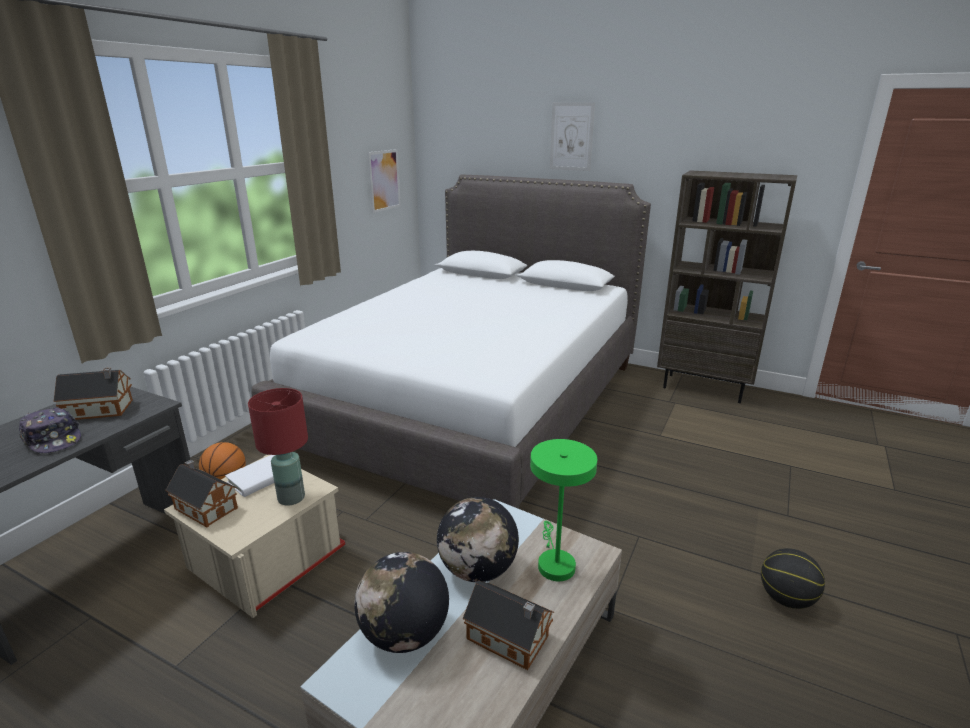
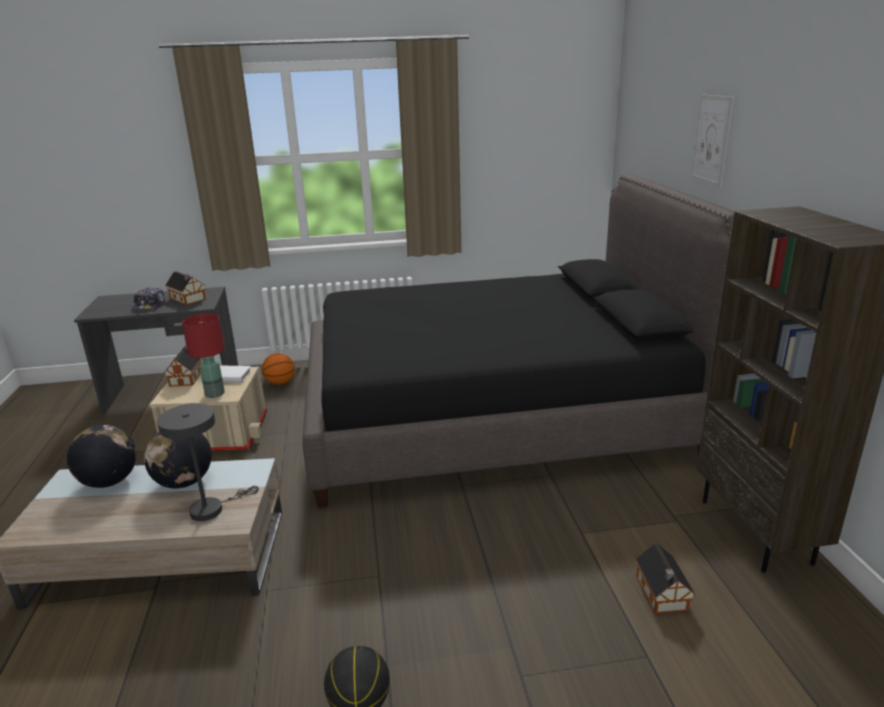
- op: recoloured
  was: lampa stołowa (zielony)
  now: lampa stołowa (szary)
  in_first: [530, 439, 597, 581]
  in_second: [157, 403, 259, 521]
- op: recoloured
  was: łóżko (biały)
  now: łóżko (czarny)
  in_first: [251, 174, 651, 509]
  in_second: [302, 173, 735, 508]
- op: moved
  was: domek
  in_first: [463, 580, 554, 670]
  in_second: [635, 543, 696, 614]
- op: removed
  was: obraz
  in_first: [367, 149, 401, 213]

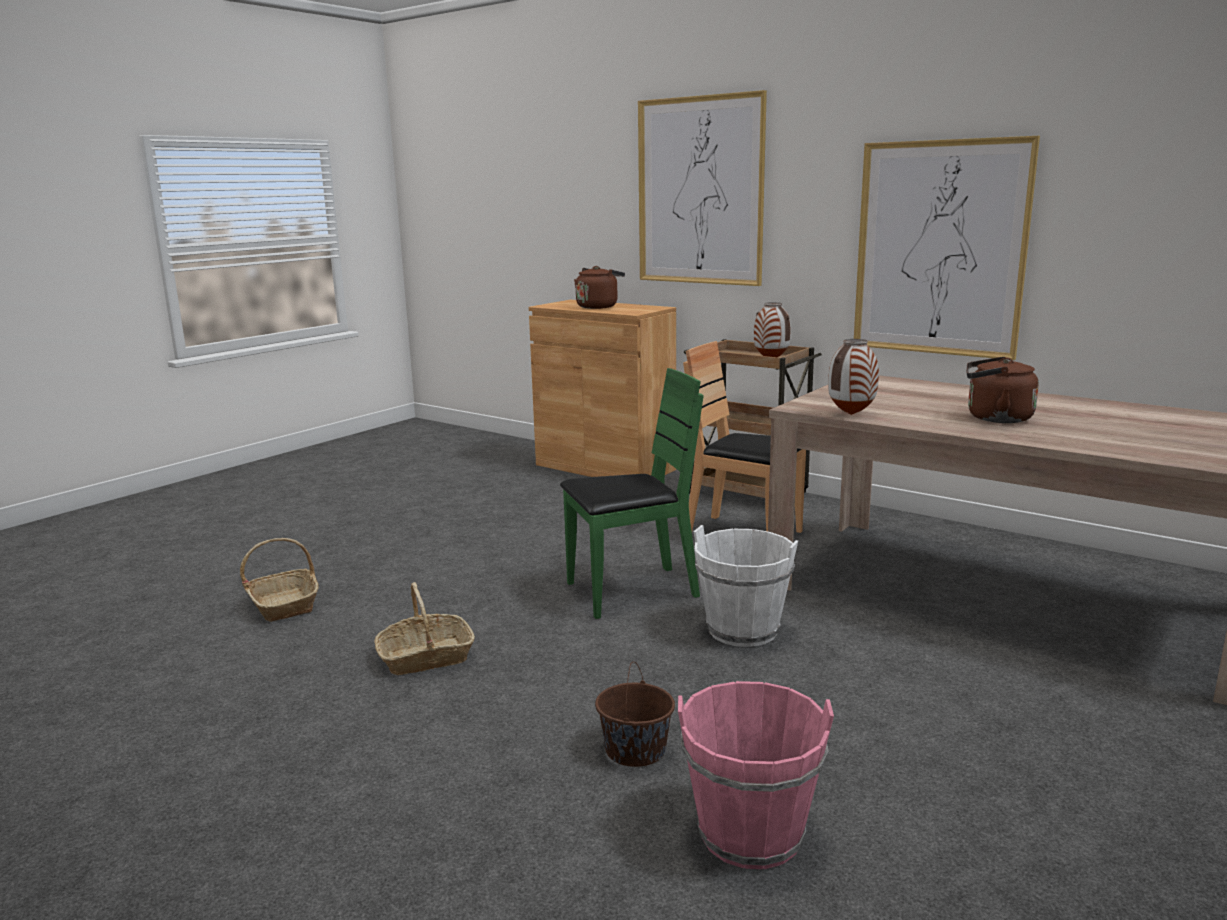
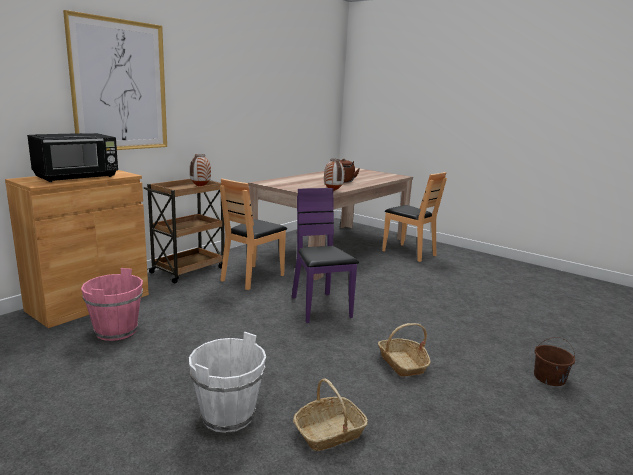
- op: replaced
  was: czajnik (brązowy)
  now: mikrofalówka (czarny)
  in_first: [574, 266, 625, 309]
  in_second: [27, 133, 118, 182]
- op: moved
  was: wiadro (różowy)
  in_first: [678, 681, 834, 869]
  in_second: [81, 268, 143, 341]
- op: moved
  was: wiadro (biały)
  in_first: [694, 525, 798, 647]
  in_second: [189, 332, 266, 433]
- op: recoloured
  was: krzesło (zielony)
  now: krzesło (fioletowy)
  in_first: [560, 368, 704, 619]
  in_second: [292, 188, 359, 323]
- op: added
  now: krzesło (brązowy)
  in_second: [382, 172, 447, 262]
- op: moved
  was: wiadro (brązowy)
  in_first: [595, 662, 675, 767]
  in_second: [534, 337, 575, 386]
- op: removed
  was: obraz
  in_first: [854, 136, 1040, 360]

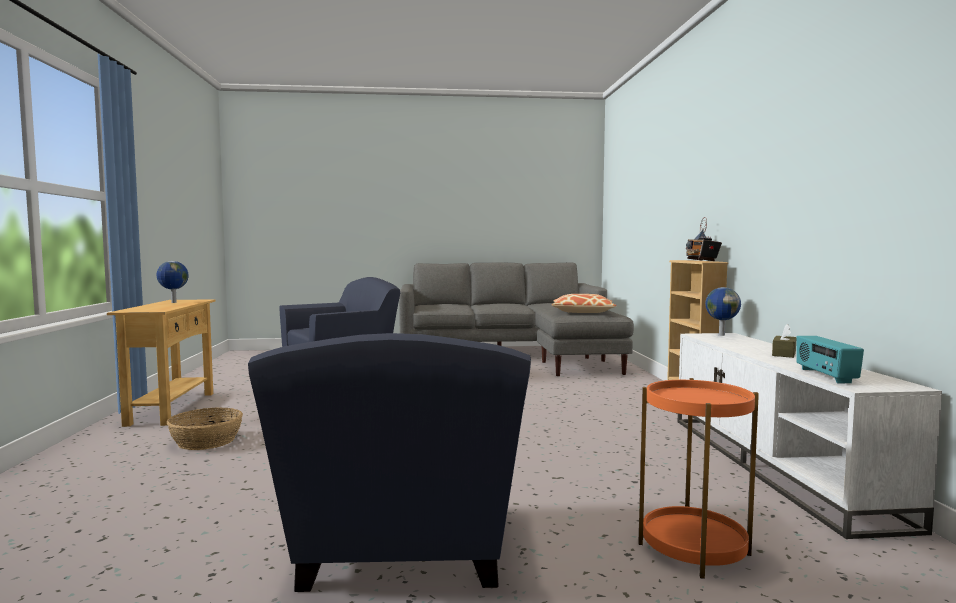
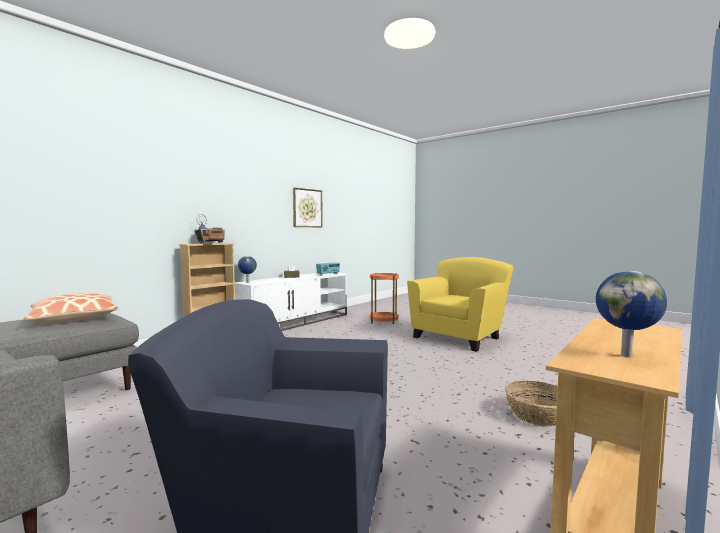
- op: added
  now: obraz
  in_second: [293, 188, 323, 227]
- op: recoloured
  was: fotel (niebieski)
  now: fotel (żółty)
  in_first: [248, 333, 531, 592]
  in_second: [407, 257, 514, 352]

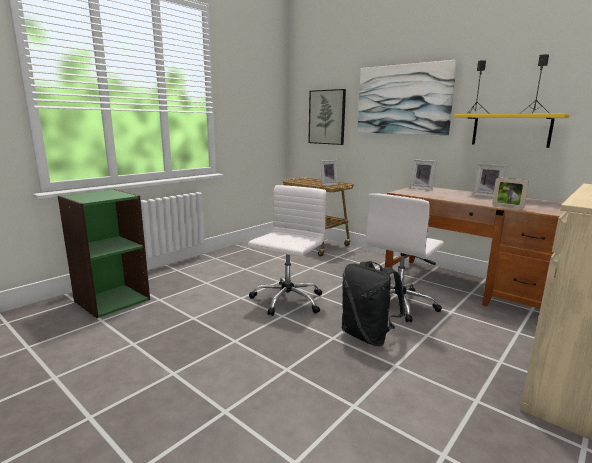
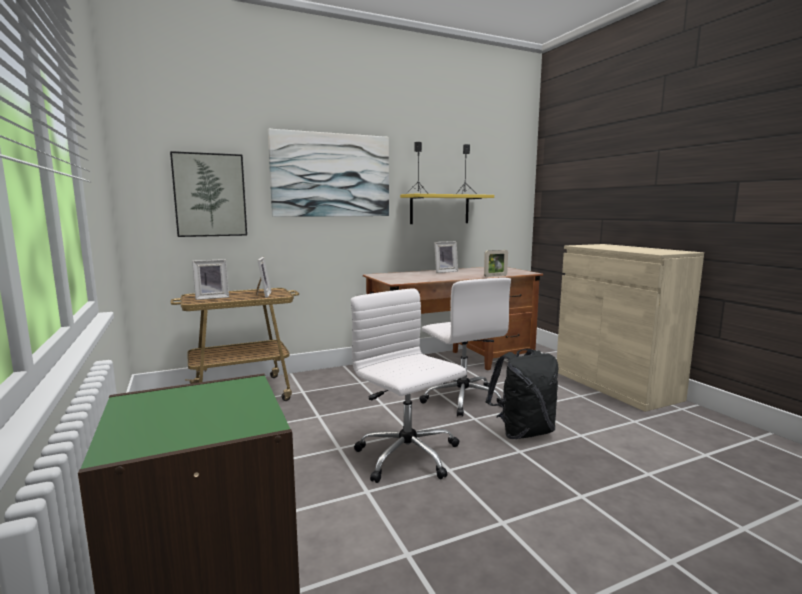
- op: moved
  was: ramka na zdjęcie
  in_first: [409, 159, 437, 191]
  in_second: [192, 259, 229, 300]

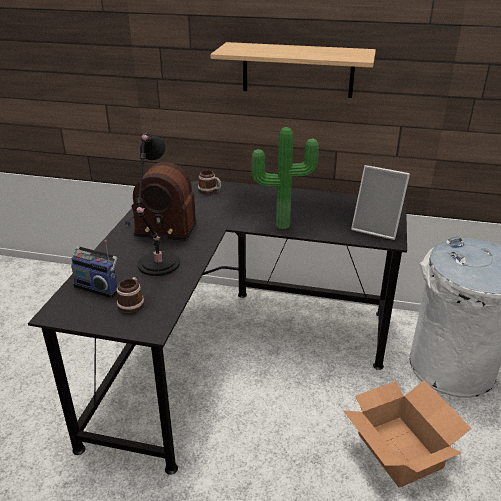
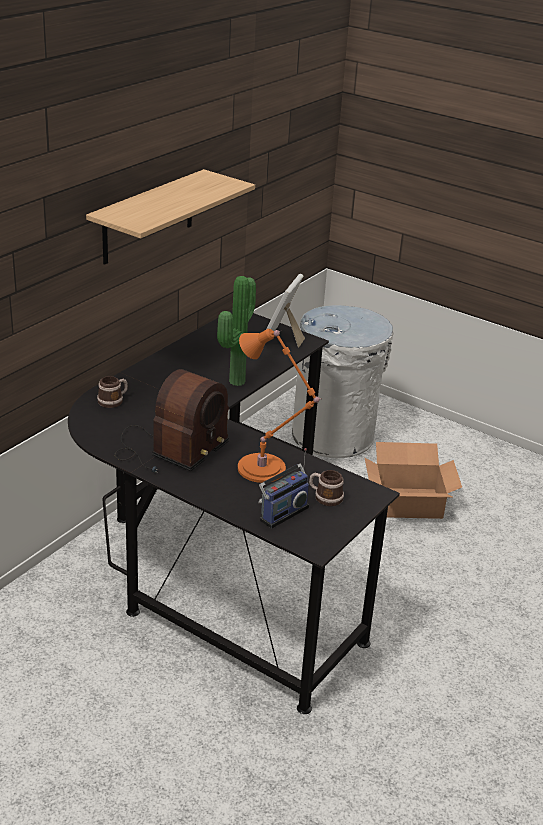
- op: recoloured
  was: lampa stołowa (czarny)
  now: lampa stołowa (pomarańczowy)
  in_first: [136, 133, 180, 276]
  in_second: [238, 329, 321, 483]
- op: turned
  was: ramka na zdjęcie
  in_first: [351, 165, 410, 240]
  in_second: [266, 274, 305, 347]
  clockwise: 150

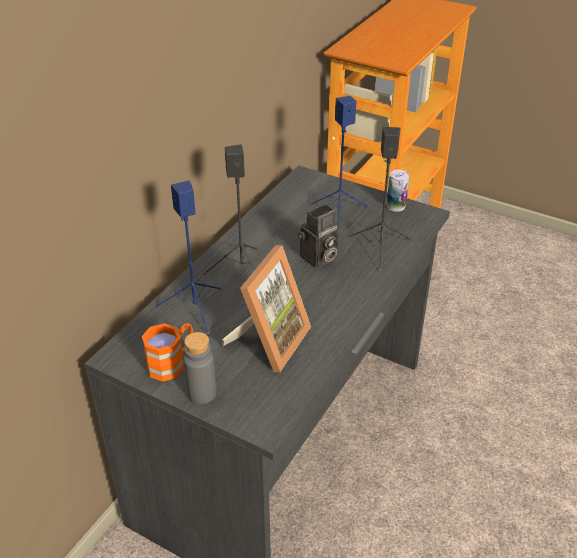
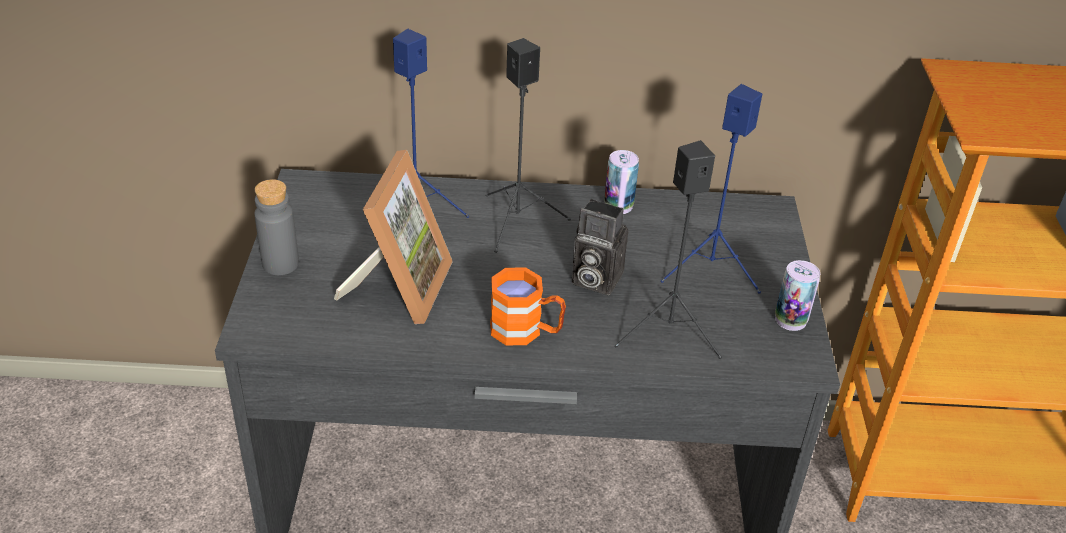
- op: turned
  was: ramka na zdjęcie
  in_first: [221, 245, 311, 372]
  in_second: [334, 150, 453, 324]
  clockwise: -75
- op: moved
  was: kubek (pomarańczowy)
  in_first: [142, 323, 193, 382]
  in_second: [490, 268, 566, 345]
- op: added
  now: puszka
  in_second: [604, 150, 639, 214]

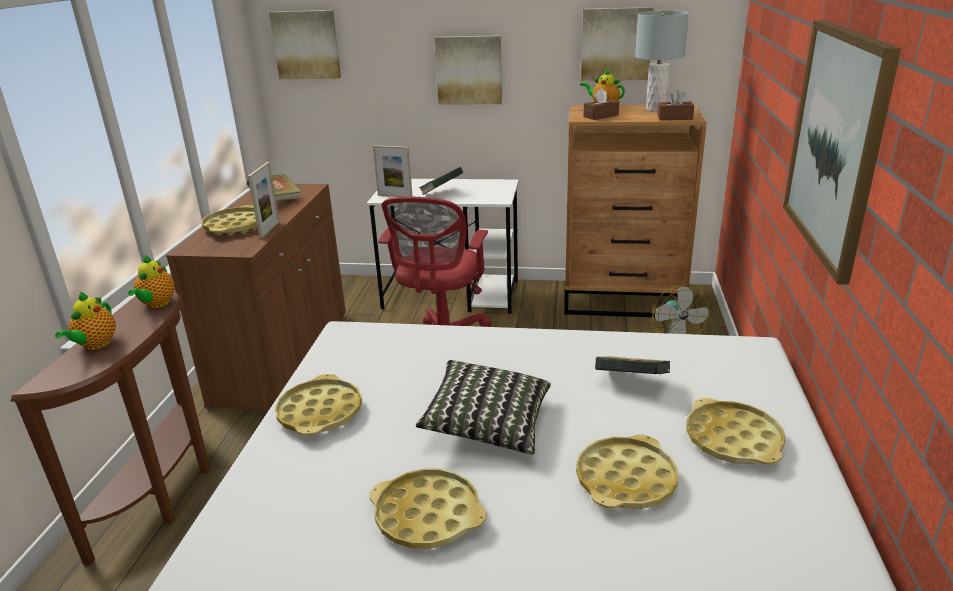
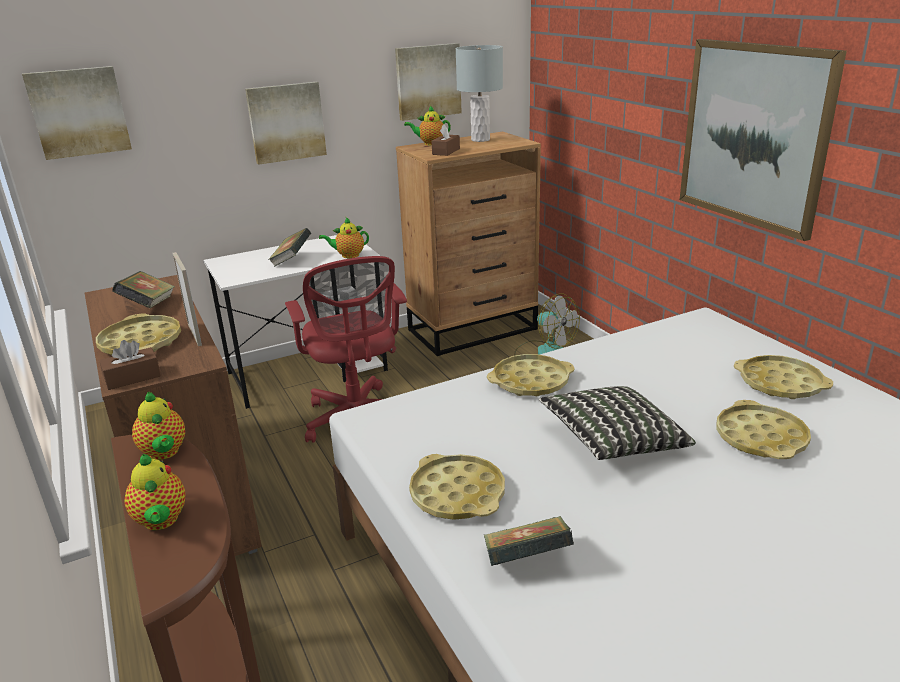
- op: moved
  was: pudełko chusteczek (brązowy)
  in_first: [657, 90, 694, 120]
  in_second: [99, 340, 161, 390]
- op: added
  now: imbryk
  in_second: [319, 217, 369, 258]
- op: moved
  was: książka
  in_first: [595, 356, 670, 374]
  in_second: [484, 516, 574, 566]
- op: moved
  was: taca (żółty)
  in_first: [369, 469, 487, 549]
  in_second: [487, 354, 575, 396]
- op: removed
  was: ramka na zdjęcie
  in_first: [373, 145, 413, 197]

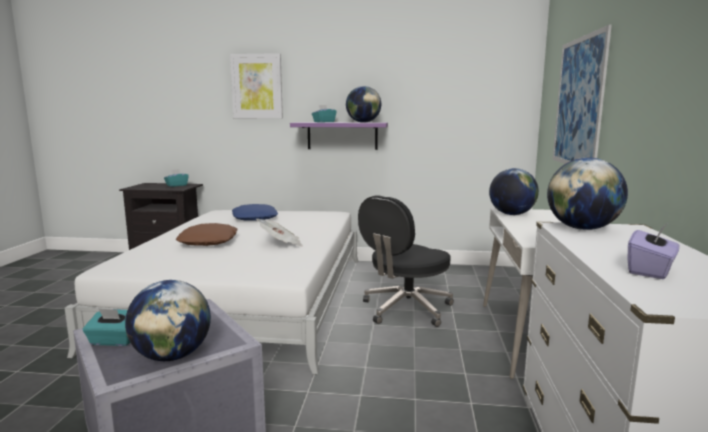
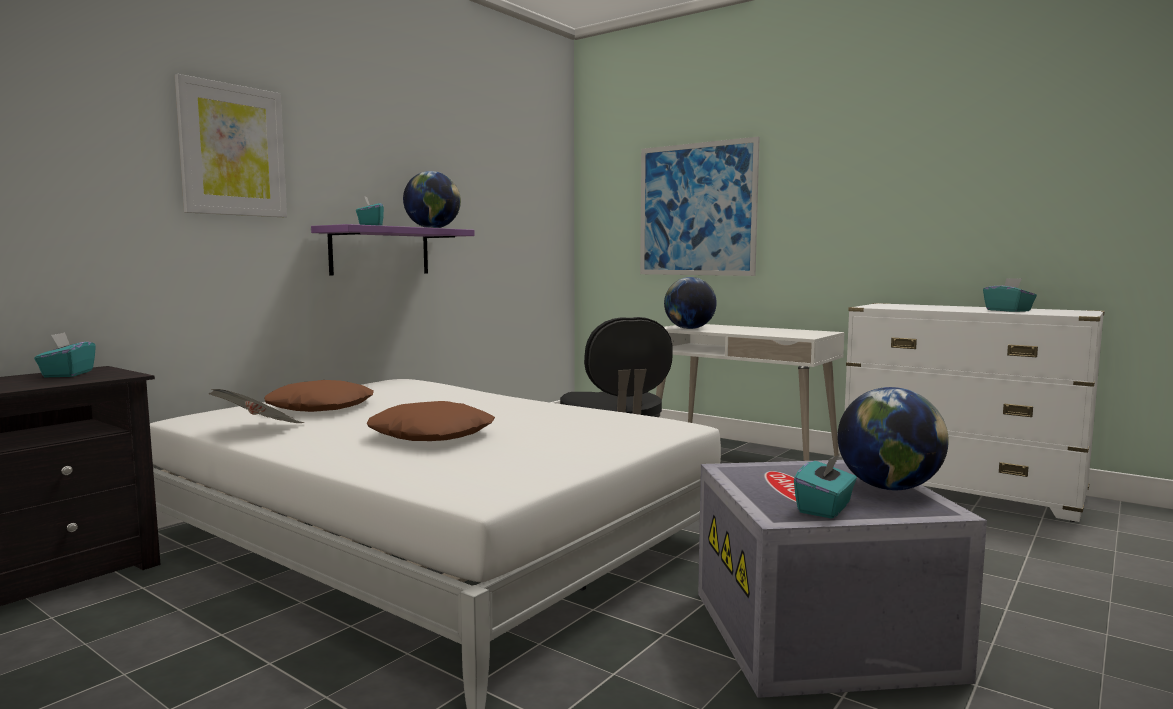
- op: moved
  was: gazeta
  in_first: [256, 219, 304, 247]
  in_second: [209, 389, 305, 423]
- op: recoloured
  was: poduszka (niebieski)
  now: poduszka (brązowy)
  in_first: [232, 204, 278, 221]
  in_second: [264, 380, 374, 412]
- op: recoloured
  was: pudełko chusteczek (fioletowy)
  now: pudełko chusteczek (turkusowy)
  in_first: [628, 224, 680, 279]
  in_second: [983, 278, 1037, 312]
- op: removed
  was: globus
  in_first: [547, 157, 628, 230]

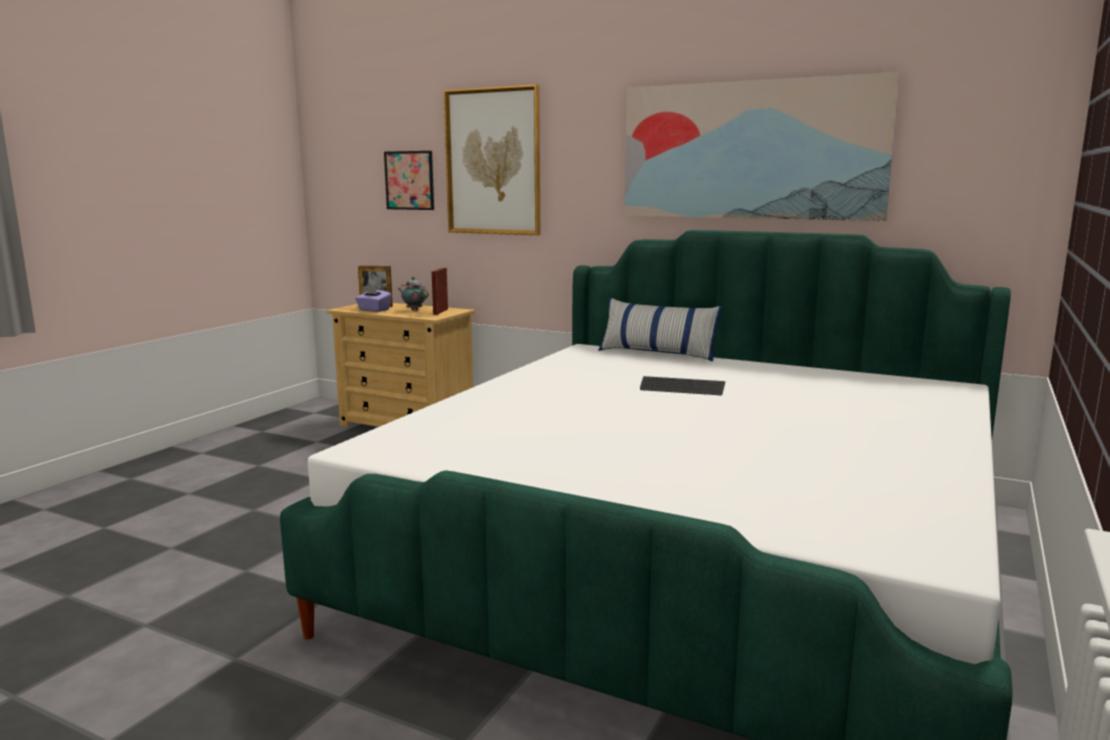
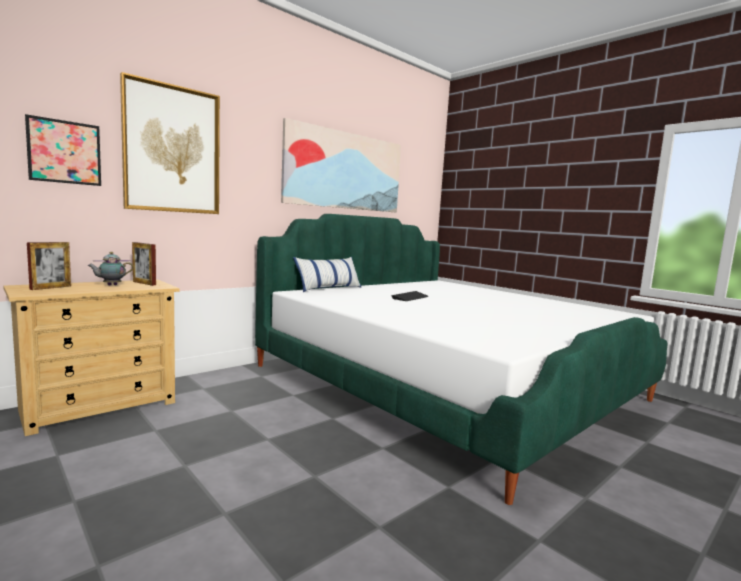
- op: removed
  was: pudełko chusteczek (fioletowy)
  in_first: [355, 285, 392, 312]

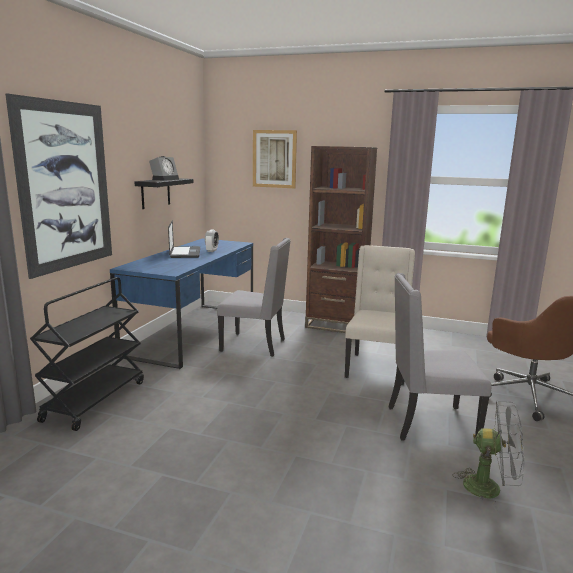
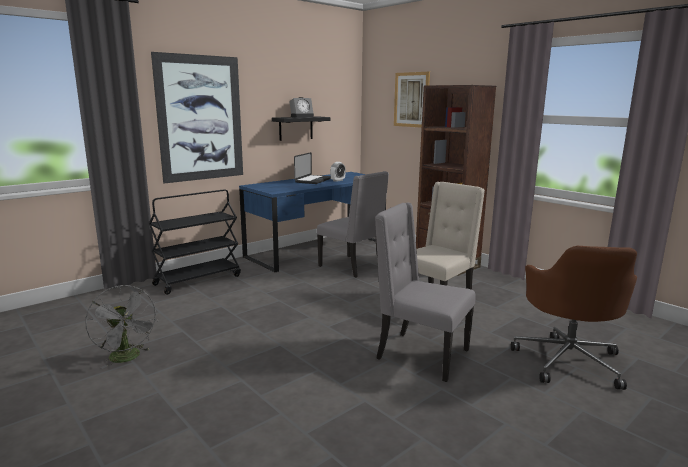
- op: moved
  was: wentylator (szary)
  in_first: [452, 401, 525, 510]
  in_second: [85, 285, 159, 369]

